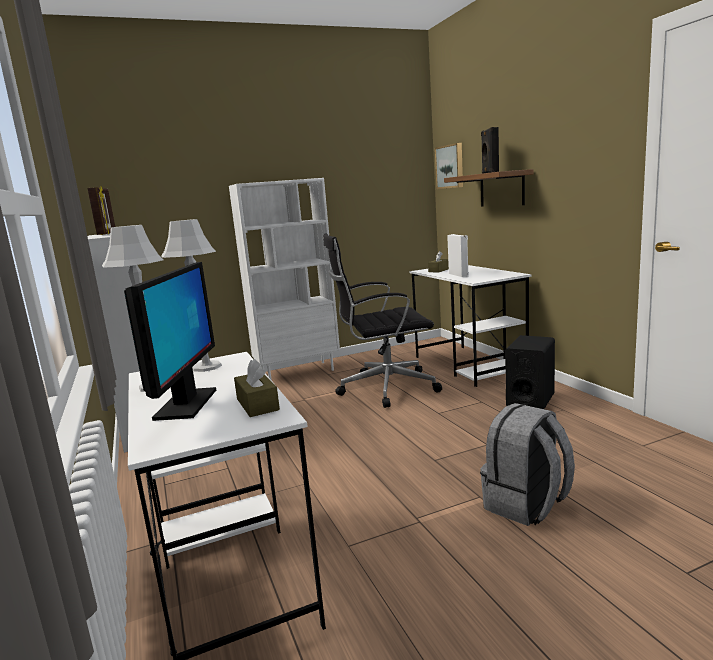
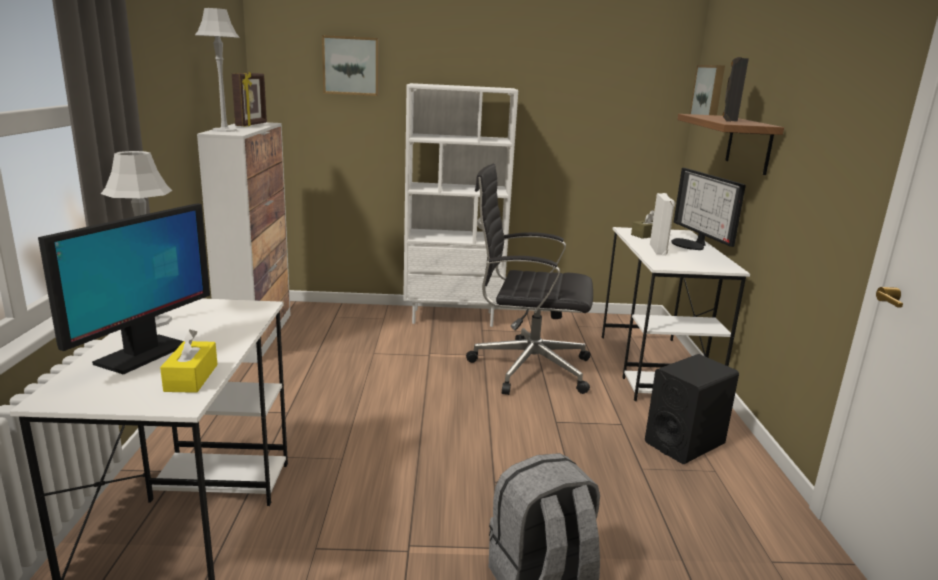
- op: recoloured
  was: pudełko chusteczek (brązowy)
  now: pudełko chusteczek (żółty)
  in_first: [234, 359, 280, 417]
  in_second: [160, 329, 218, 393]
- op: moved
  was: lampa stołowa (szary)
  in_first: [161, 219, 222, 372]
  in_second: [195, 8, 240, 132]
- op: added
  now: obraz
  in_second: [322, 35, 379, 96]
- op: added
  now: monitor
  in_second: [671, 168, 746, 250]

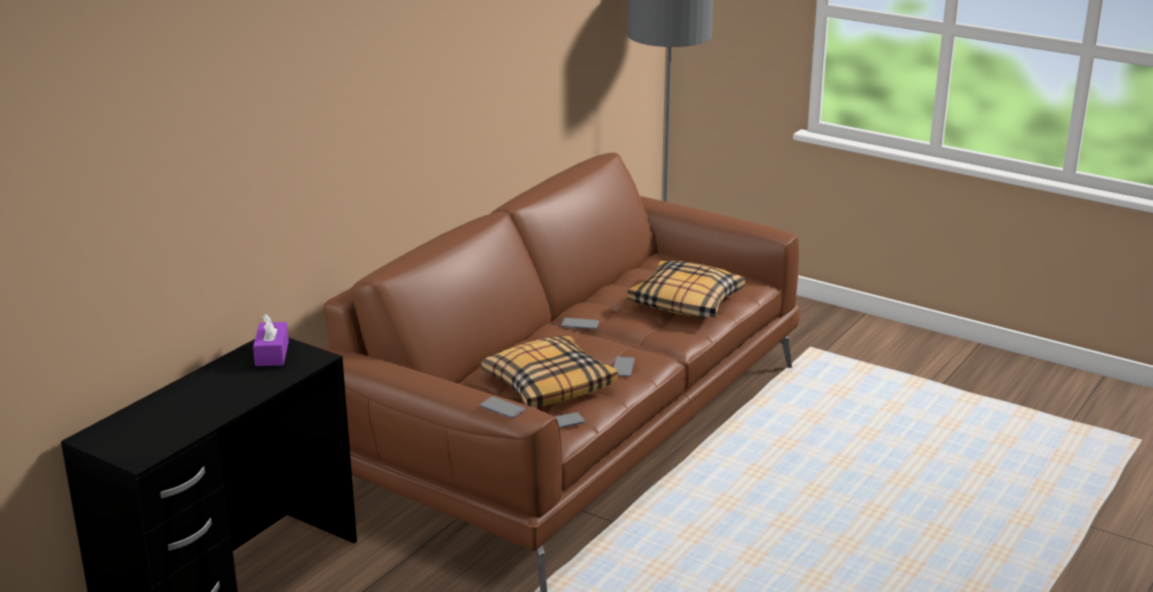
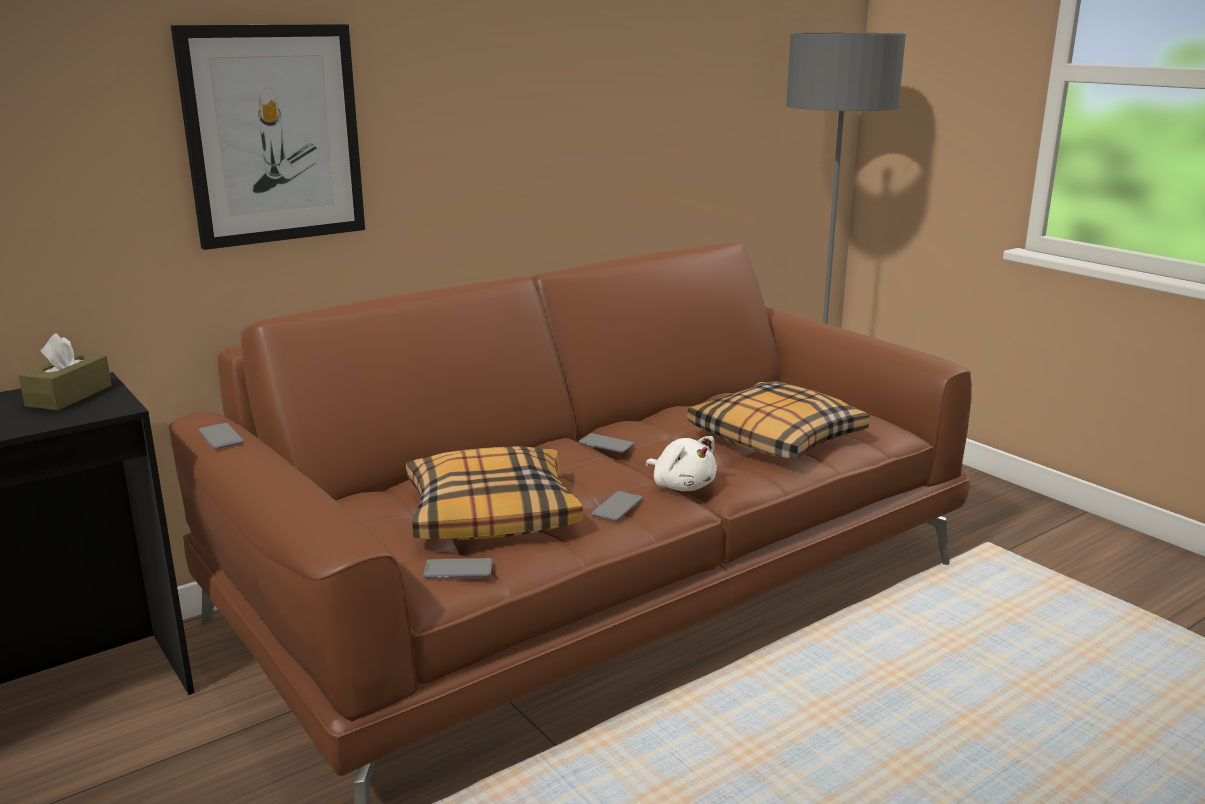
- op: recoloured
  was: pudełko chusteczek (fioletowy)
  now: pudełko chusteczek (brązowy)
  in_first: [253, 314, 289, 366]
  in_second: [18, 333, 112, 411]
- op: added
  now: obraz
  in_second: [171, 24, 365, 250]
- op: moved
  was: telefon
  in_first: [480, 396, 525, 418]
  in_second: [198, 423, 244, 449]
- op: added
  now: pluszak (biały)
  in_second: [646, 436, 717, 491]

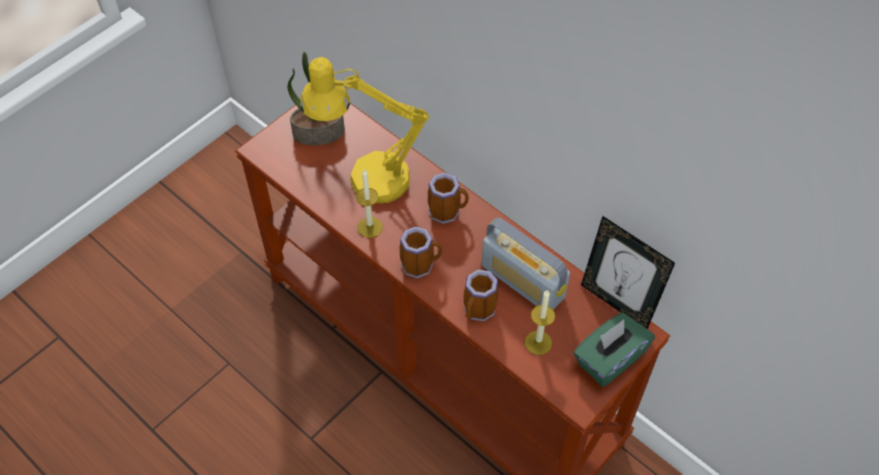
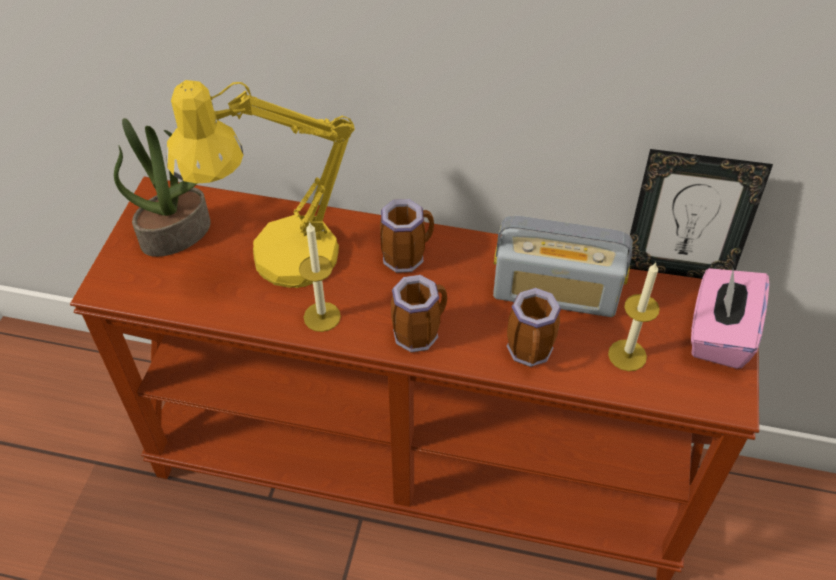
- op: recoloured
  was: pudełko chusteczek (zielony)
  now: pudełko chusteczek (różowy)
  in_first: [573, 313, 655, 387]
  in_second: [691, 268, 769, 369]

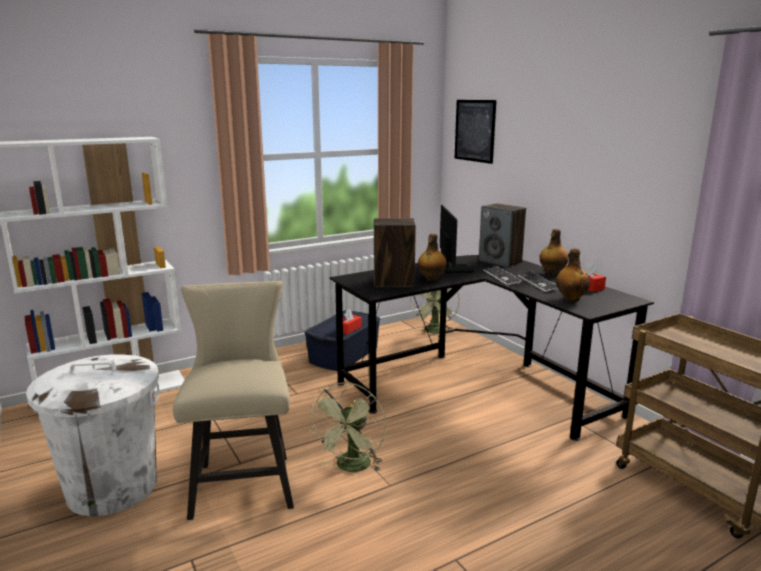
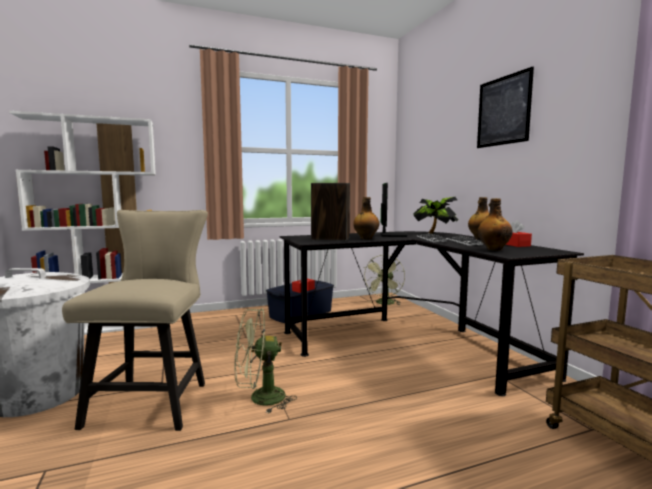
- op: turned
  was: wentylator (zielony)
  in_first: [308, 382, 386, 472]
  in_second: [234, 308, 297, 413]
  clockwise: 45
- op: replaced
  was: głośnik
  now: roślina doniczkowa
  in_first: [479, 203, 526, 267]
  in_second: [413, 197, 459, 234]
- op: moved
  was: obraz
  in_first: [455, 100, 496, 164]
  in_second: [477, 67, 534, 148]

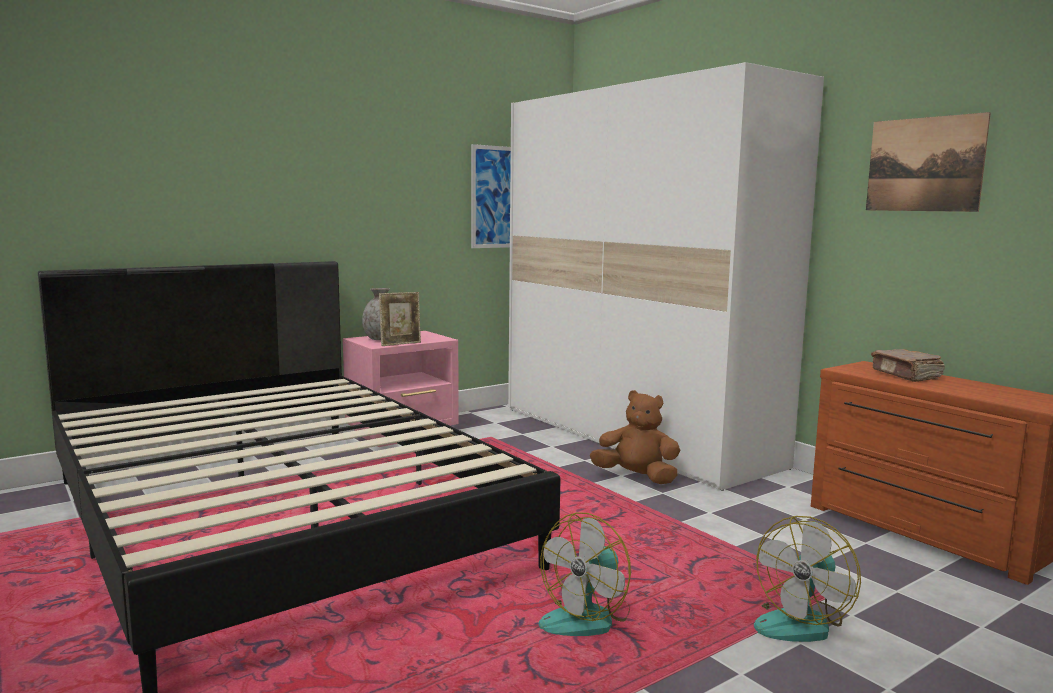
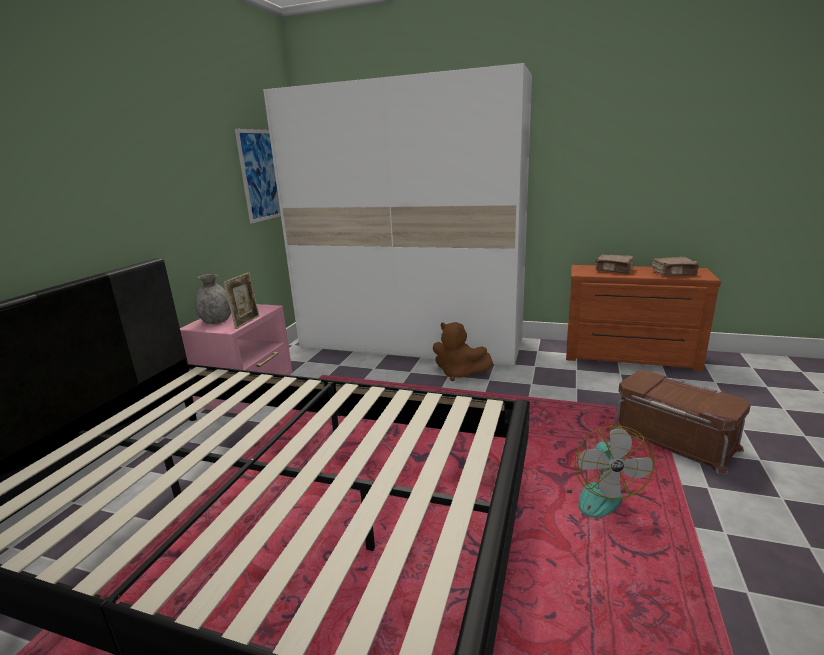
- op: turned
  was: pluszak (brązowy)
  in_first: [590, 390, 680, 484]
  in_second: [433, 322, 493, 381]
  clockwise: -135
- op: replaced
  was: wentylator
  now: pojemnik do przechowywania (brązowy)
  in_first: [754, 516, 861, 642]
  in_second: [612, 371, 751, 474]
- op: added
  now: książka (brązowy)
  in_second: [652, 257, 699, 276]
- op: removed
  was: obraz
  in_first: [866, 112, 991, 212]

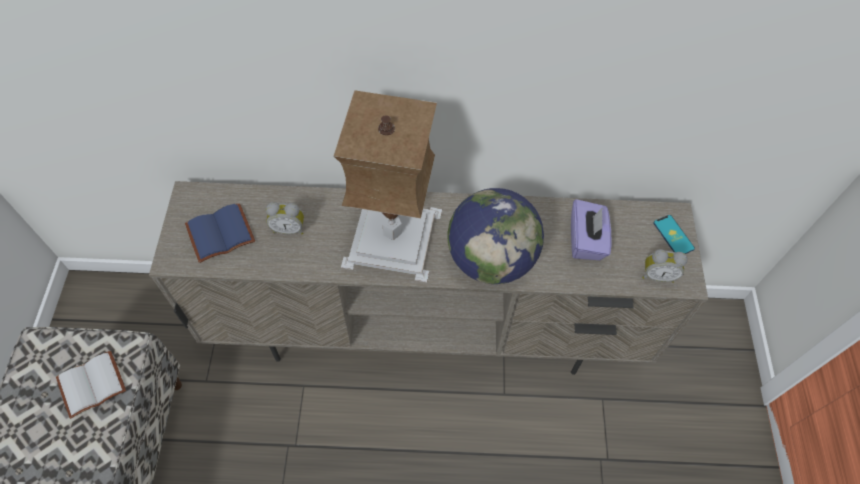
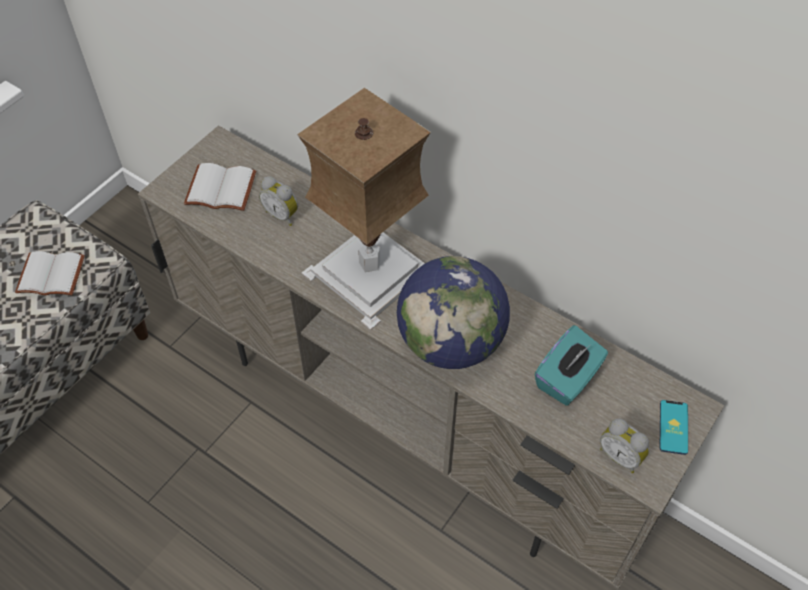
- op: recoloured
  was: książka (niebieski)
  now: książka (biały)
  in_first: [185, 203, 255, 263]
  in_second: [184, 163, 256, 211]
- op: recoloured
  was: pudełko chusteczek (fioletowy)
  now: pudełko chusteczek (turkusowy)
  in_first: [571, 199, 611, 260]
  in_second: [535, 325, 608, 406]

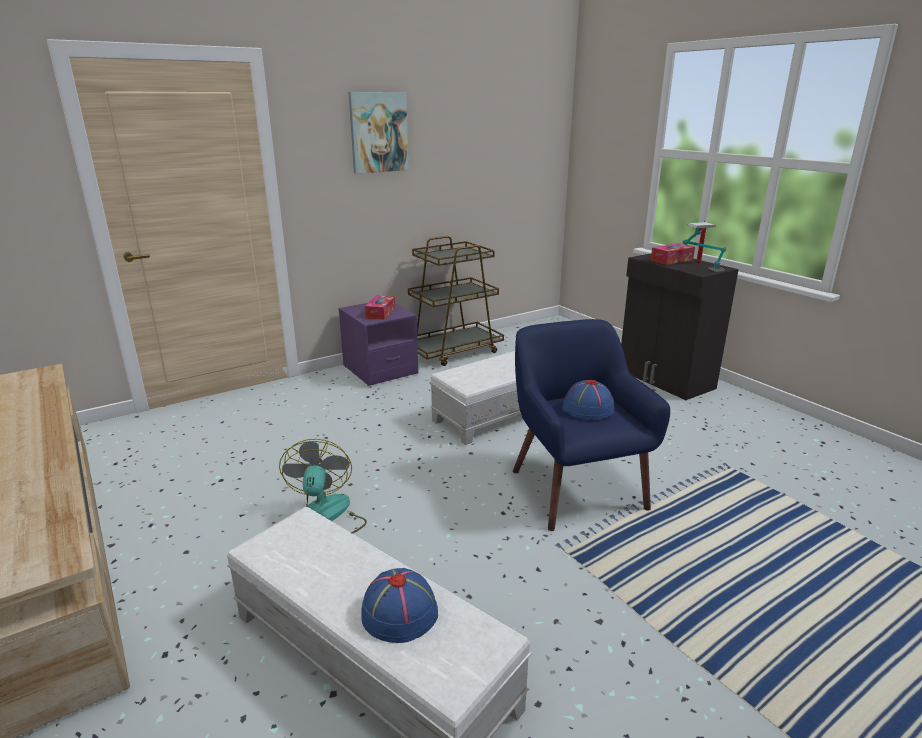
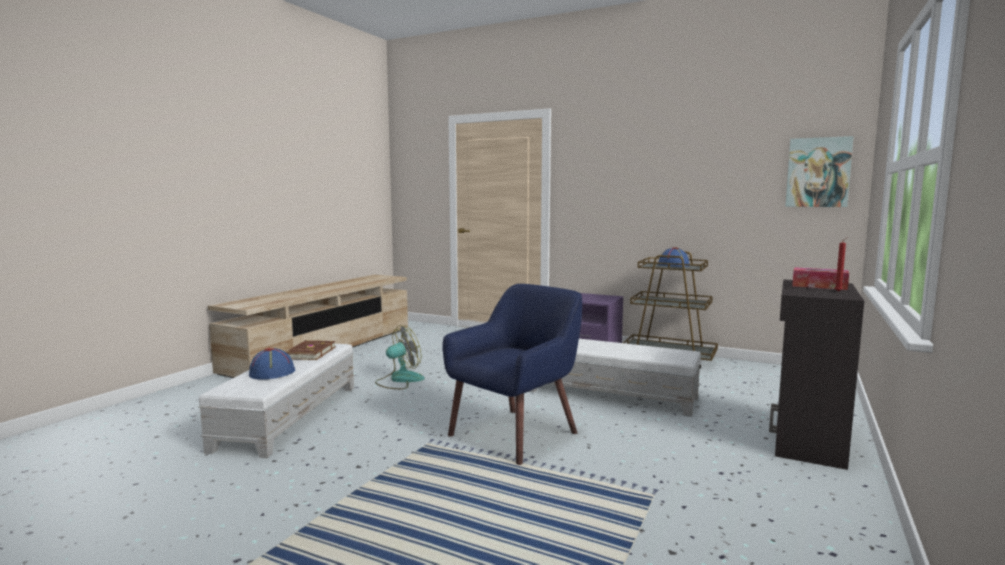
- op: added
  now: książka (brązowy)
  in_second: [286, 340, 336, 360]
- op: moved
  was: kapelusz (niebieski)
  in_first: [562, 380, 615, 420]
  in_second: [658, 248, 689, 267]
- op: moved
  was: obraz
  in_first: [349, 92, 409, 174]
  in_second: [785, 136, 854, 207]
- op: removed
  was: pudełko chusteczek
  in_first: [365, 295, 395, 320]
- op: removed
  was: lampa stołowa
  in_first: [683, 222, 726, 272]

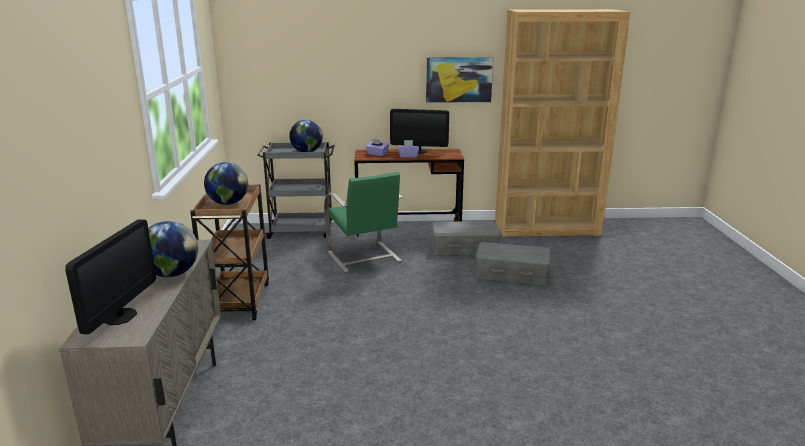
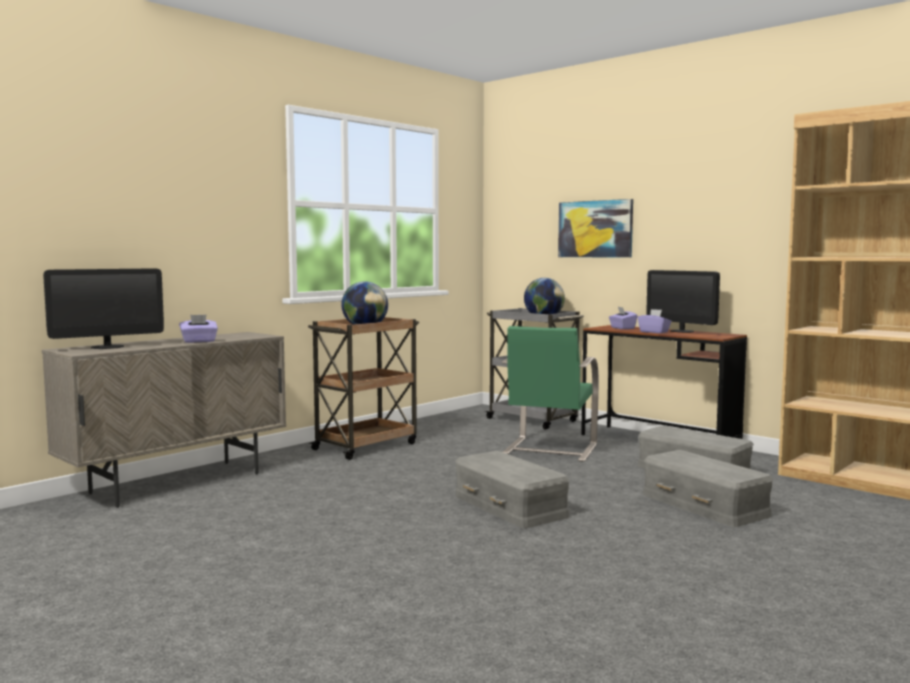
- op: replaced
  was: globus
  now: pudełko chusteczek (fioletowy)
  in_first: [148, 221, 198, 277]
  in_second: [179, 315, 218, 343]
- op: added
  now: pojemnik do przechowywania (szary)
  in_second: [455, 451, 570, 528]
- op: moved
  was: obraz
  in_first: [426, 57, 493, 103]
  in_second: [558, 199, 633, 258]

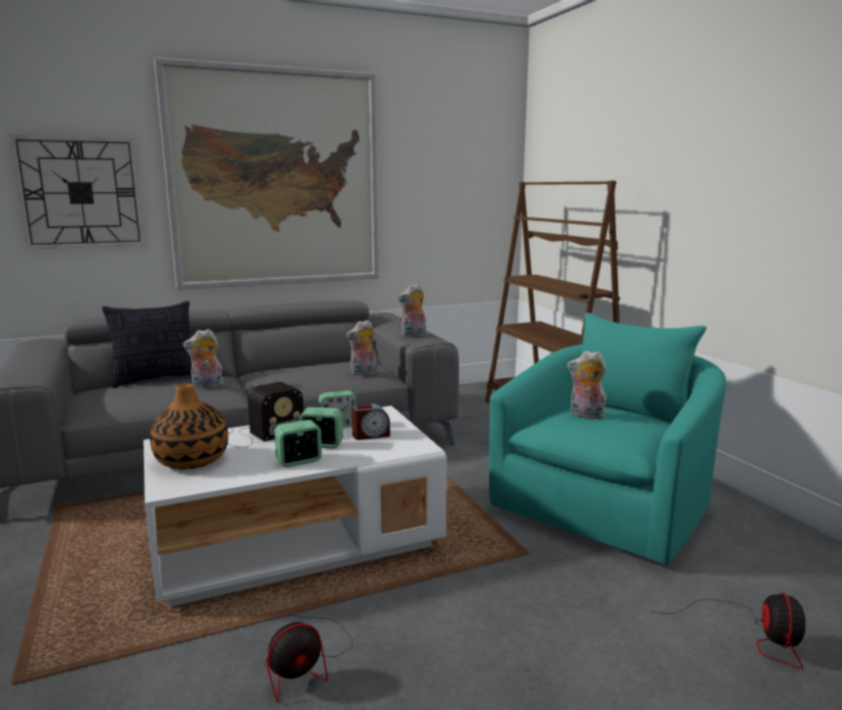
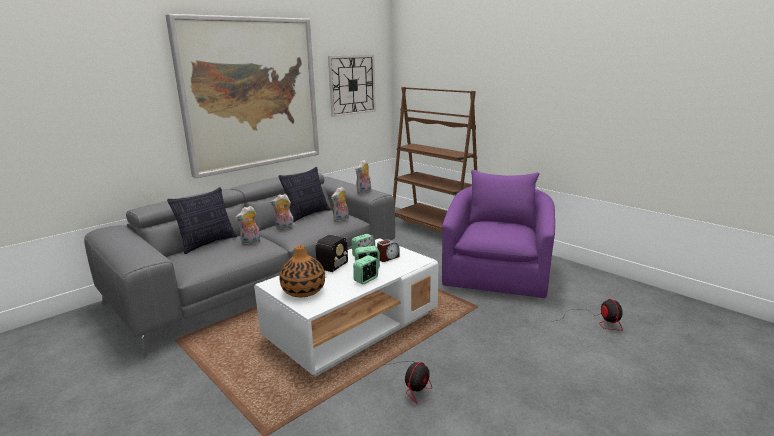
- op: moved
  was: pluszak
  in_first: [567, 351, 607, 419]
  in_second: [270, 194, 295, 230]
- op: added
  now: poduszka
  in_second: [279, 167, 330, 222]
- op: moved
  was: zegar ścienny
  in_first: [10, 135, 145, 249]
  in_second: [328, 55, 376, 117]
- op: recoloured
  was: fotel (turkusowy)
  now: fotel (fioletowy)
  in_first: [489, 313, 726, 565]
  in_second: [442, 170, 555, 298]

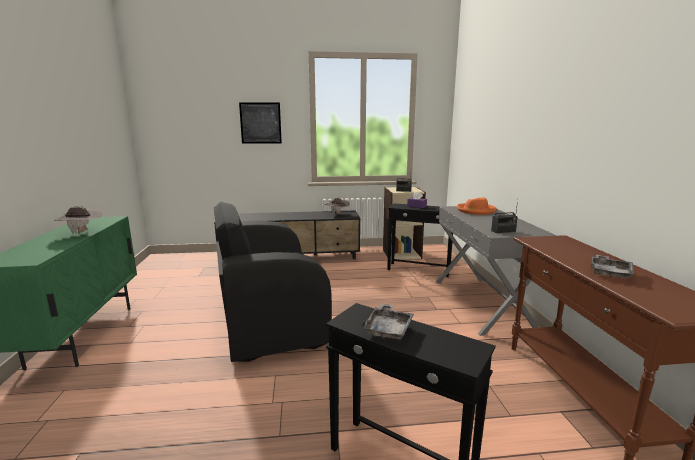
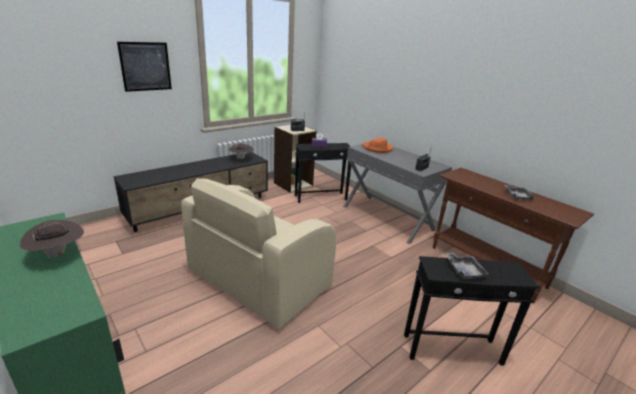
- op: recoloured
  was: fotel (czarny)
  now: fotel (beżowy)
  in_first: [214, 202, 332, 362]
  in_second: [181, 178, 336, 329]

